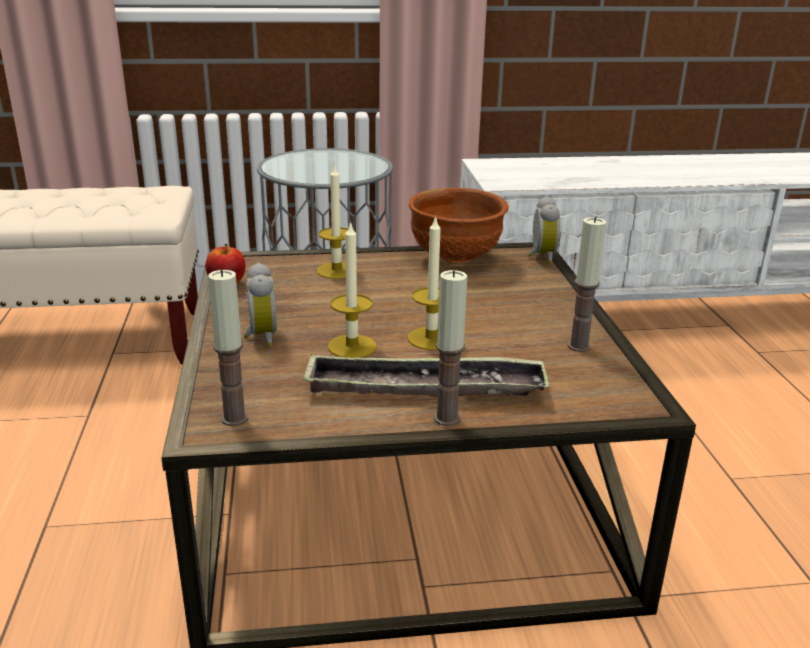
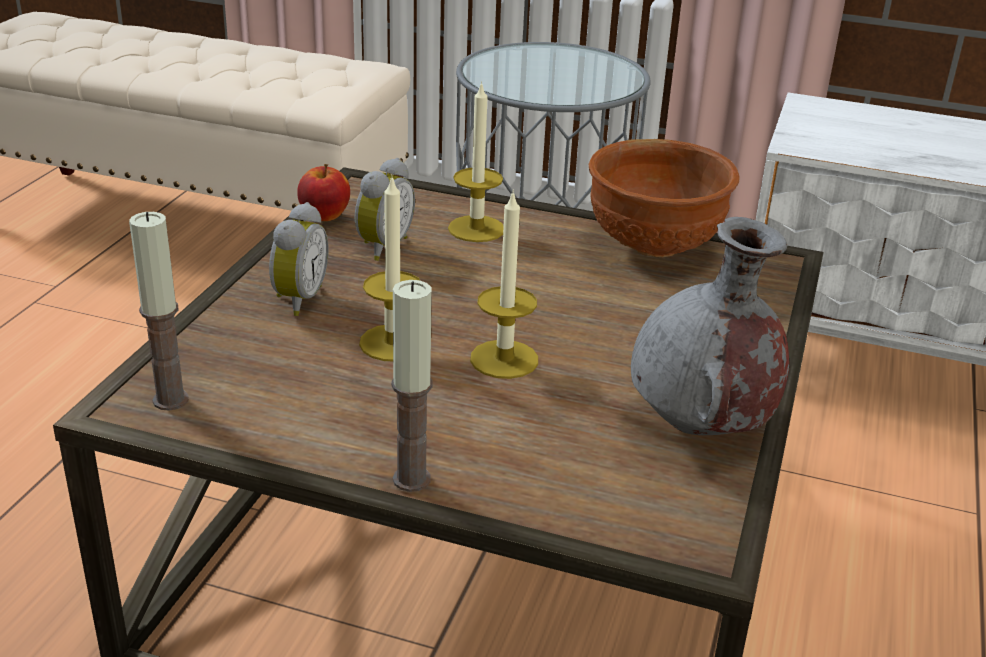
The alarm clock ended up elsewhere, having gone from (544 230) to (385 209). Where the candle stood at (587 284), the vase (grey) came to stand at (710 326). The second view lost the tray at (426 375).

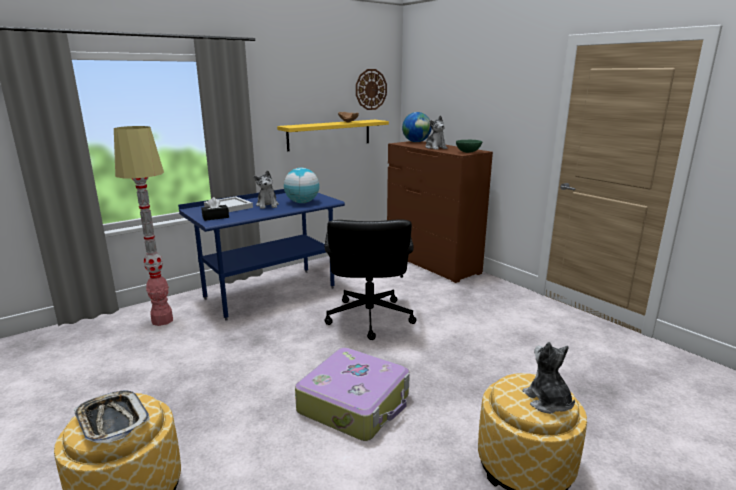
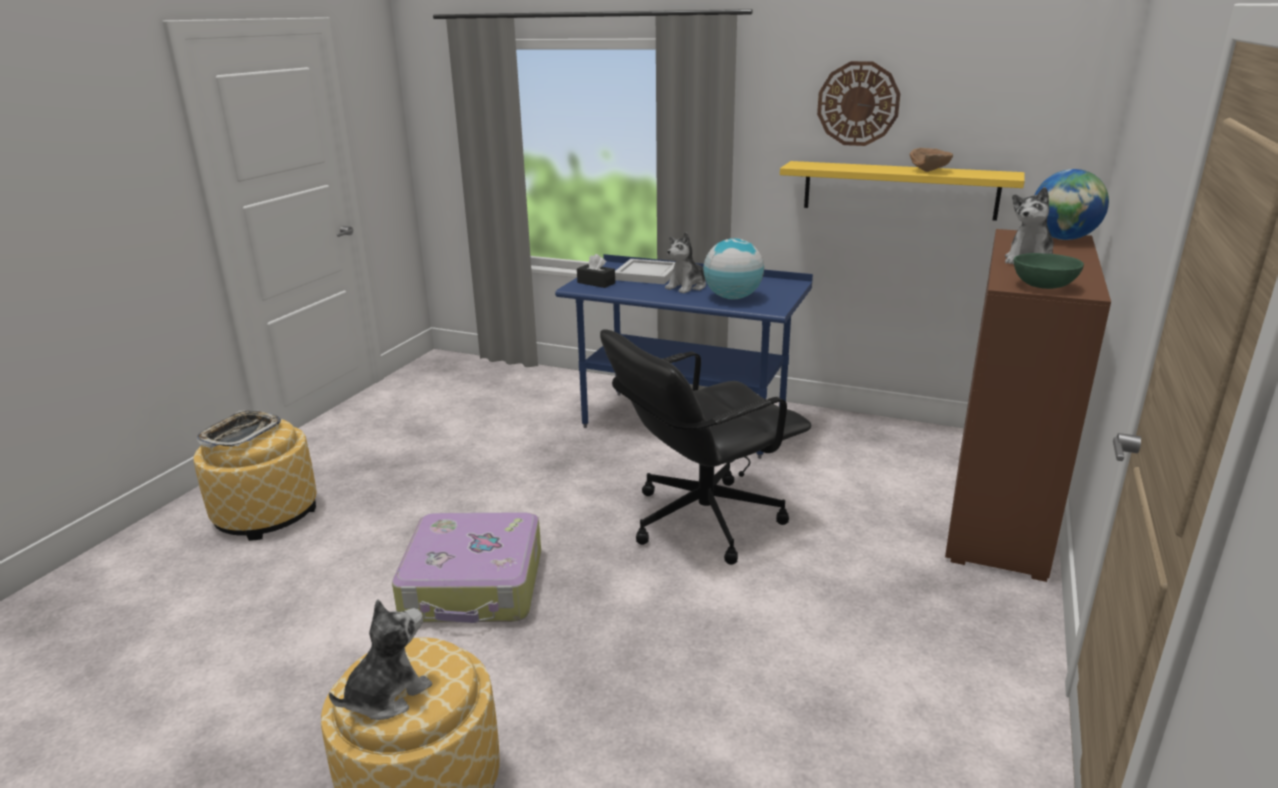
The wall clock ended up elsewhere, having gone from (371 89) to (858 103). The second view lost the floor lamp at (143 226).

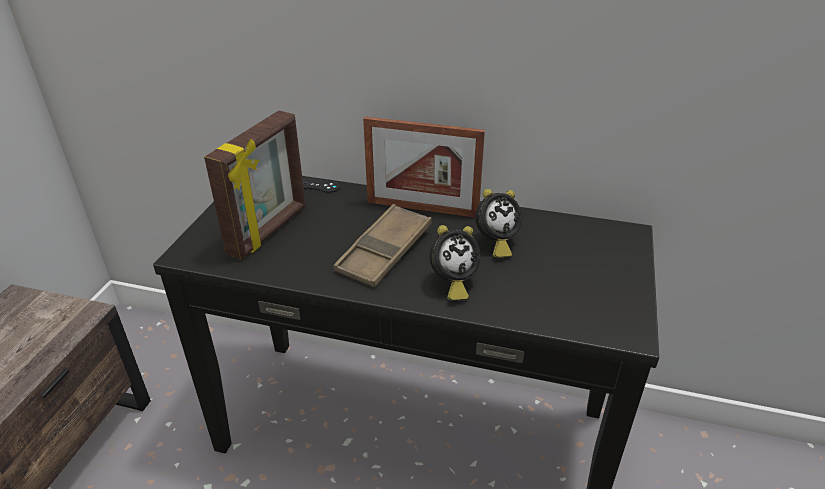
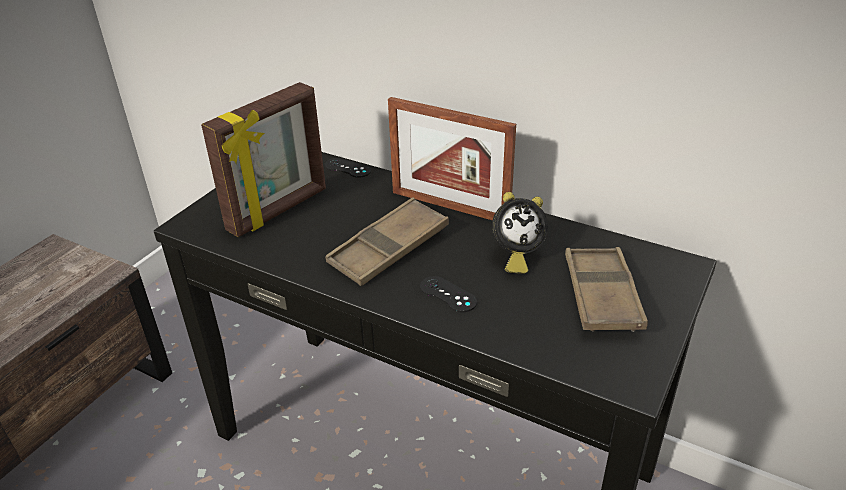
Where the alarm clock stood at (455 263), the game controller (black) came to stand at (448 294). The second view gained the tray (brown) at (606 289).

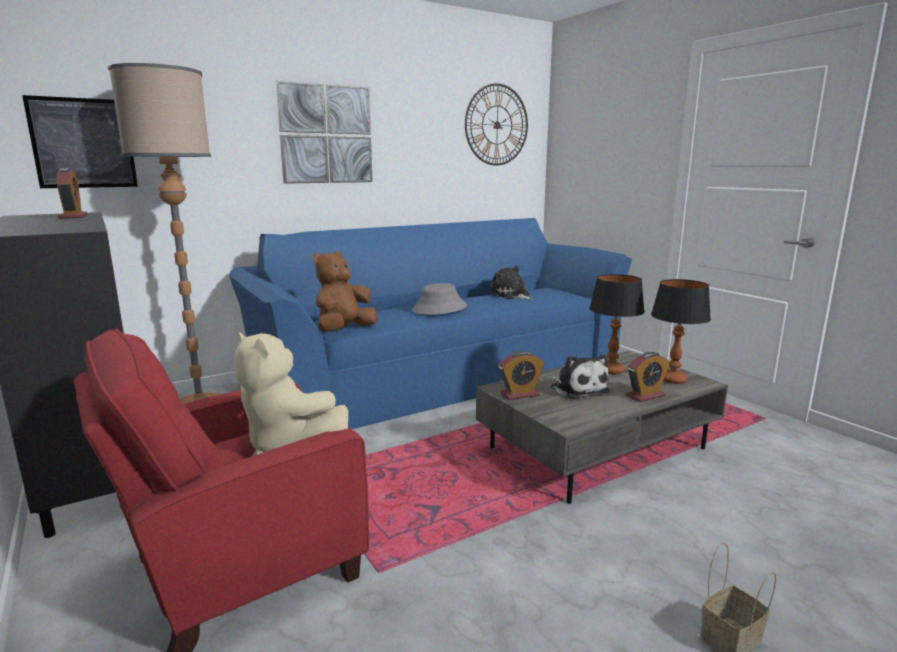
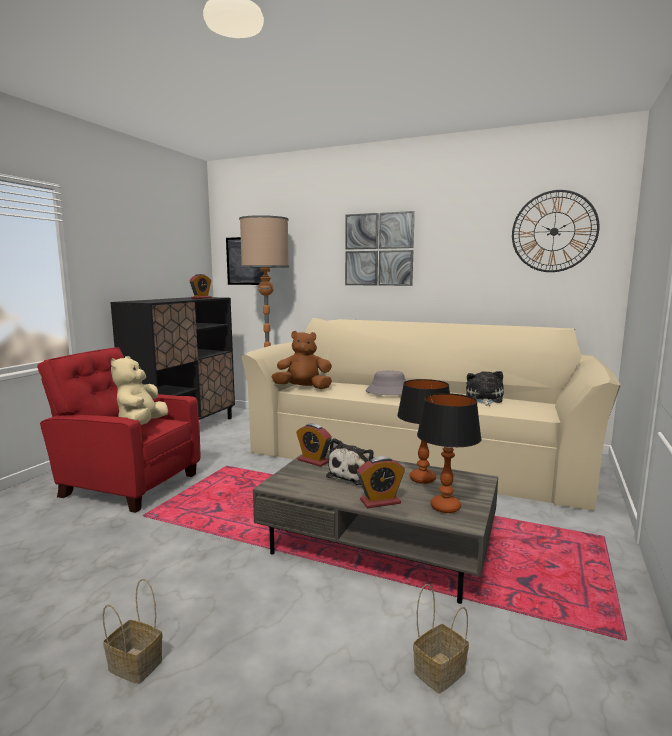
What was the sofa (blue) at (430 323) turned into the sofa (beige) at (431 414). The alarm clock at (648 377) ended up facing another way, 45 degrees counterclockwise from before. The second view gained the basket at (441 639).

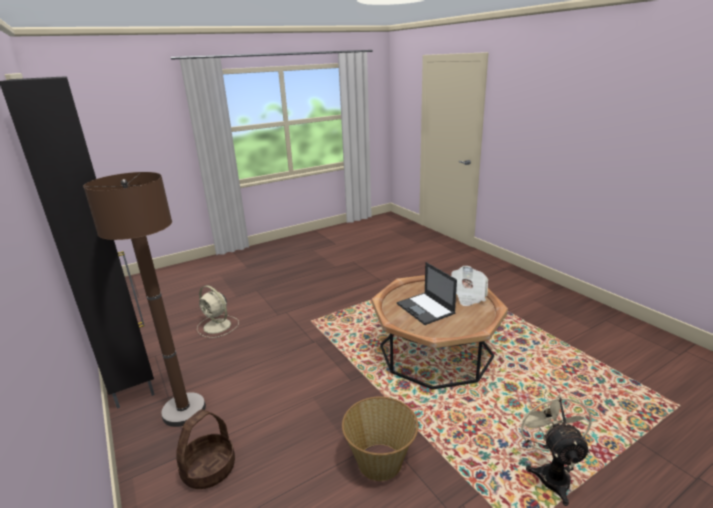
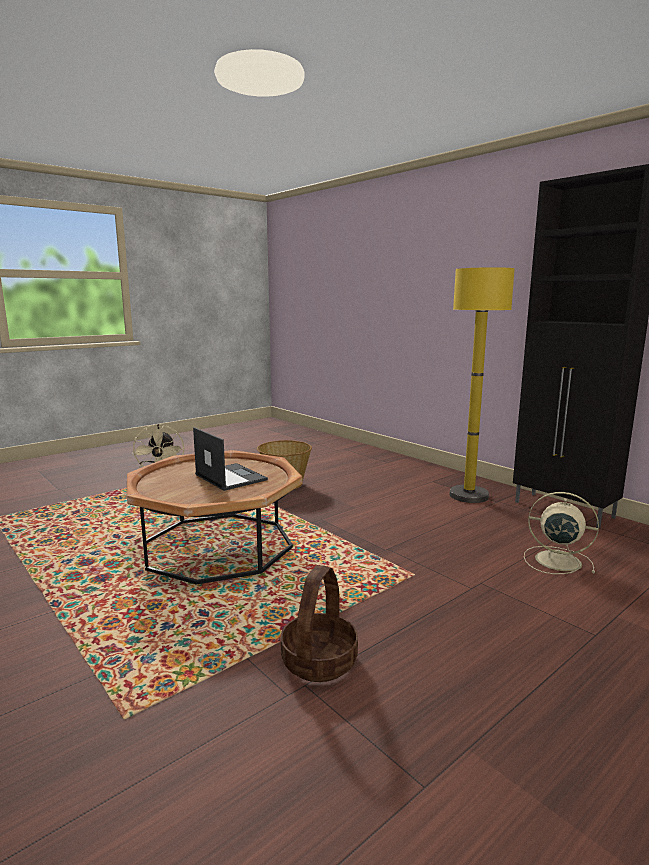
The basket ended up elsewhere, having gone from (205 449) to (319 623). What was the floor lamp (brown) at (144 299) turned into the floor lamp (yellow) at (482 385). The second view lost the newspaper at (469 286).

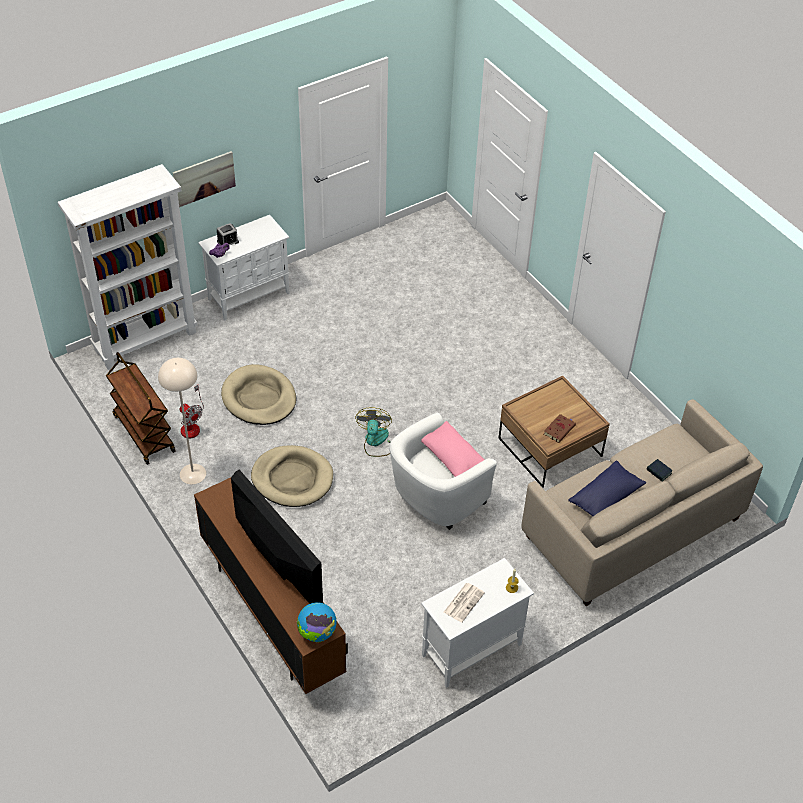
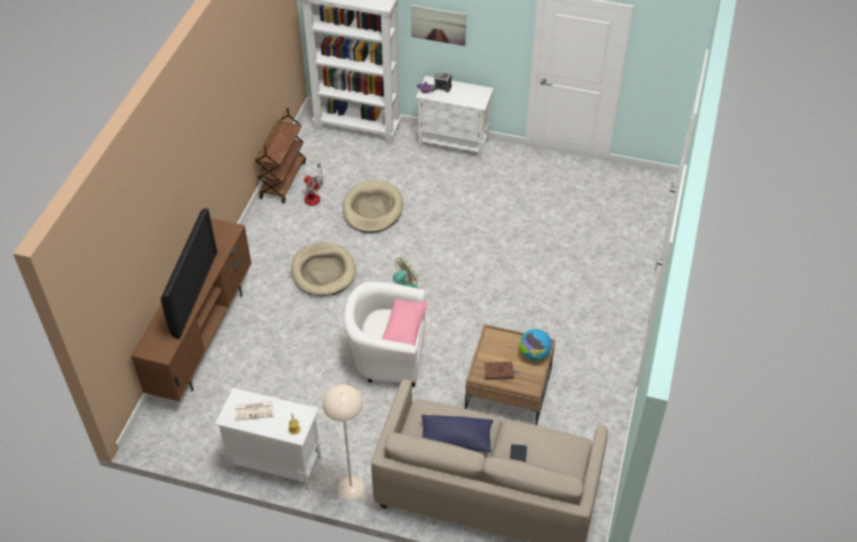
The fan at (192 412) ended up facing another way, 45 degrees counterclockwise from before. The floor lamp (beige) ended up elsewhere, having gone from (182 421) to (344 442). The globe ended up elsewhere, having gone from (317 622) to (535 345).

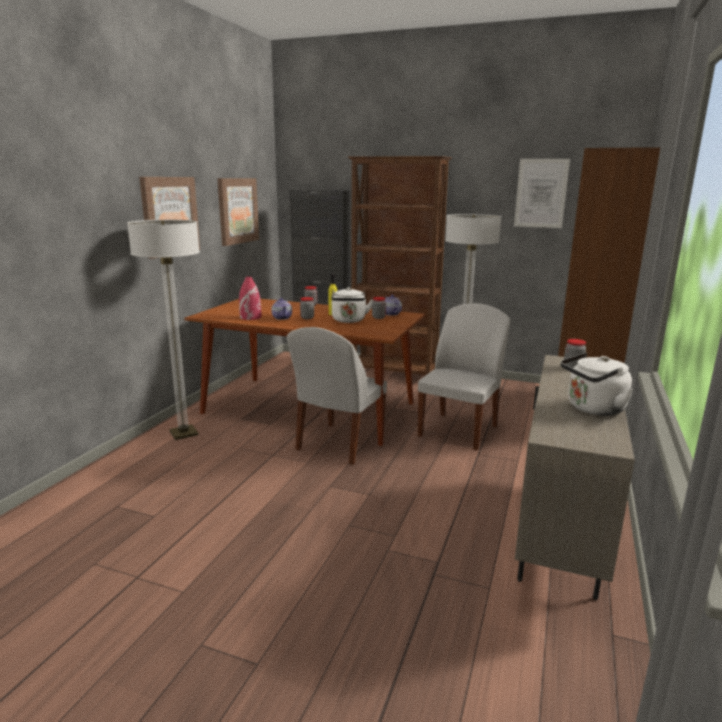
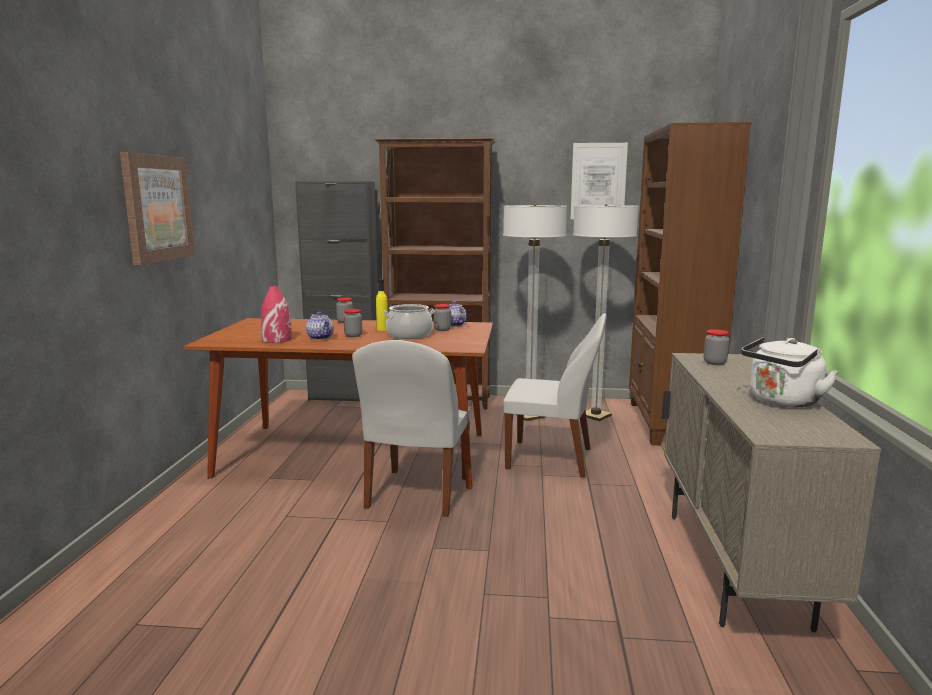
Where the kettle (white) stood at (352 305), the cooking pot came to stand at (409 321). The chair (white) at (464 376) ended up facing another way, 90 degrees clockwise from before. The floor lamp ended up elsewhere, having gone from (163 330) to (606 312). The second view lost the picture at (238 212).

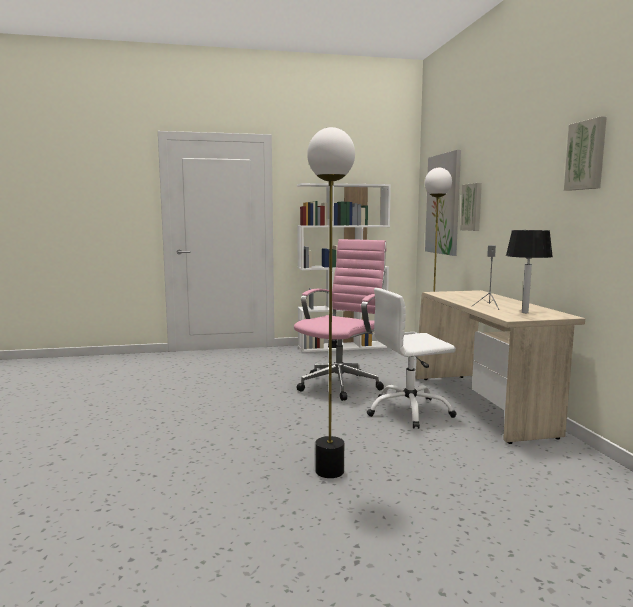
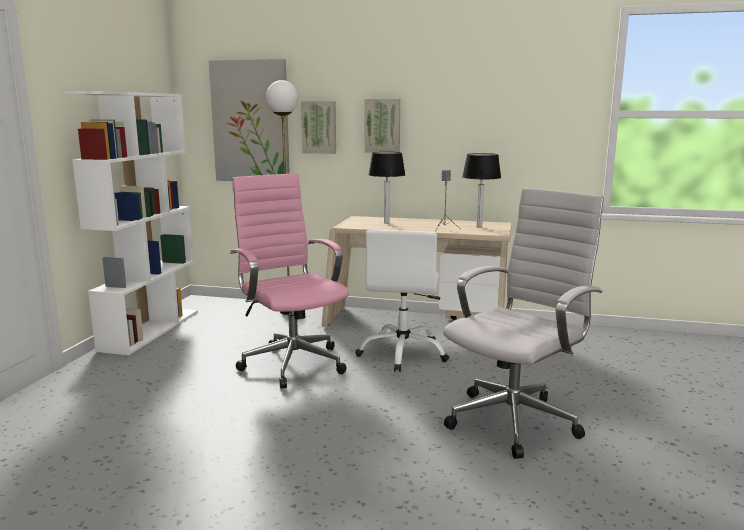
The picture ended up elsewhere, having gone from (585 153) to (382 126). The second view gained the table lamp at (386 188). Where the floor lamp stood at (331 302), the office chair (white) came to stand at (523 323).

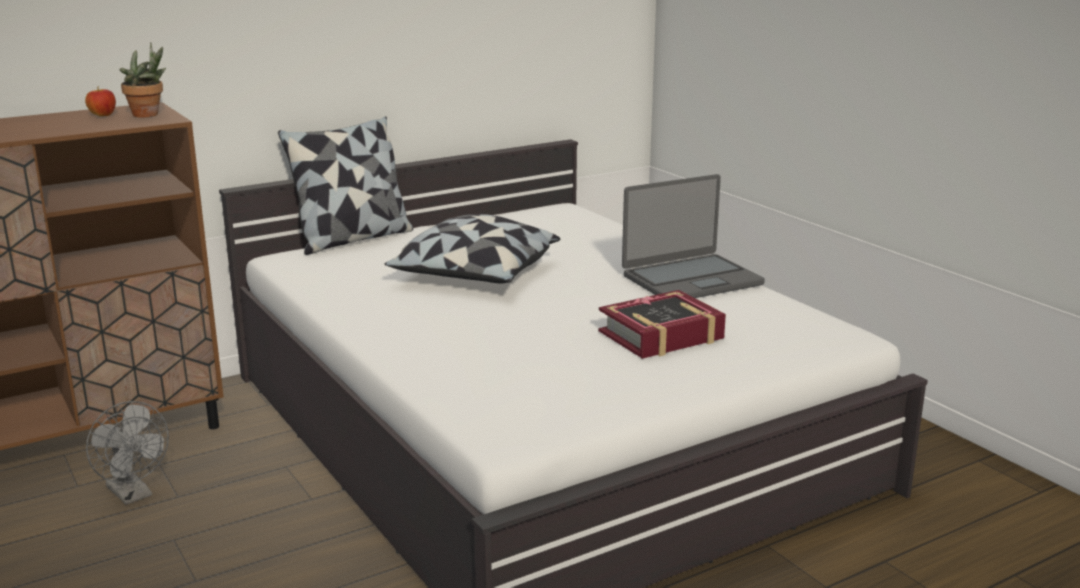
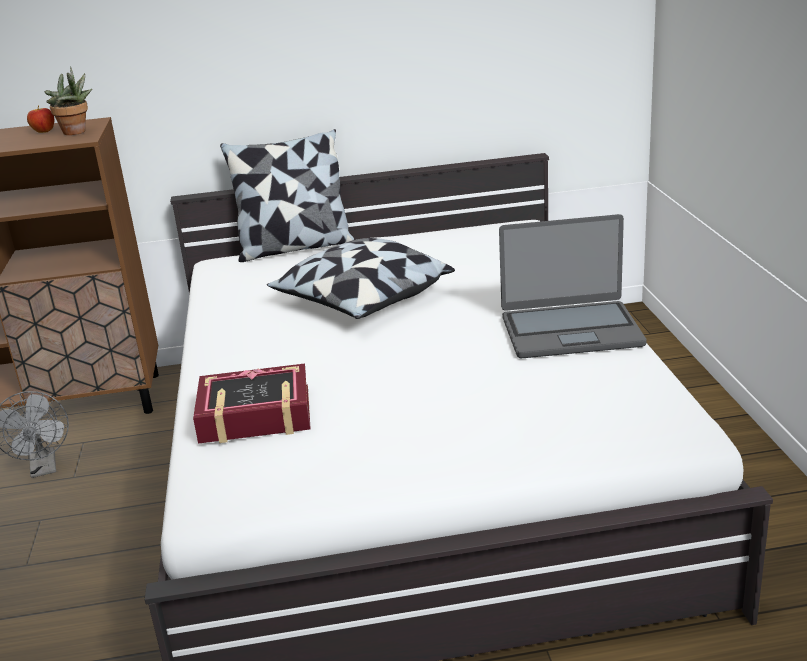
The book ended up elsewhere, having gone from (662 324) to (252 404).

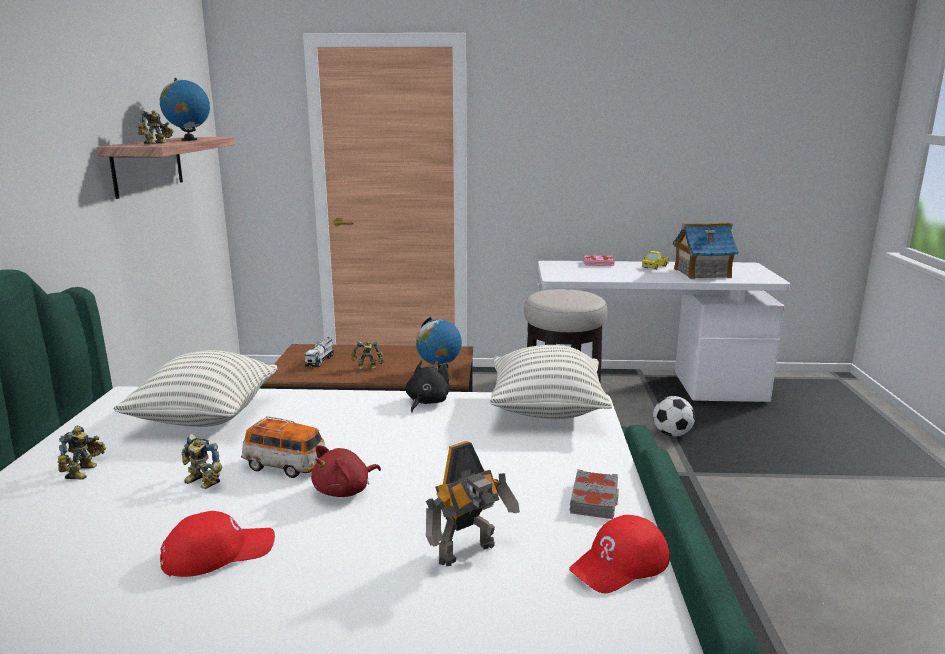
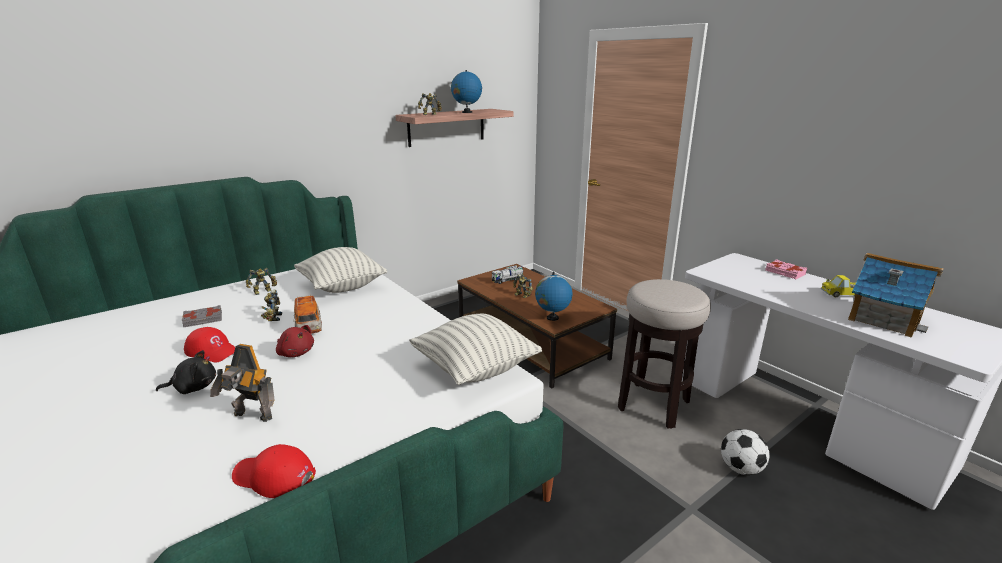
The plush toy (black) ended up elsewhere, having gone from (427 386) to (186 372). The book (grey) ended up elsewhere, having gone from (594 494) to (202 316). The plush toy (red) at (346 471) ended up facing another way, 150 degrees counterclockwise from before.

